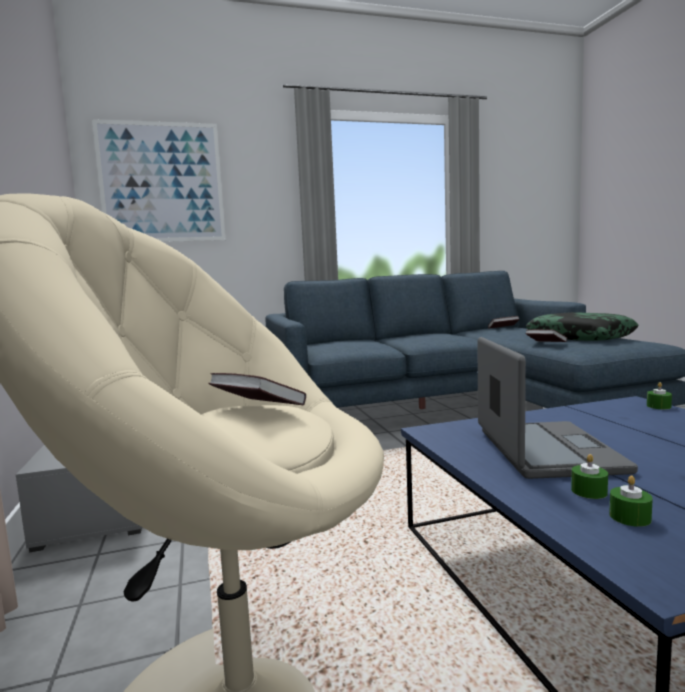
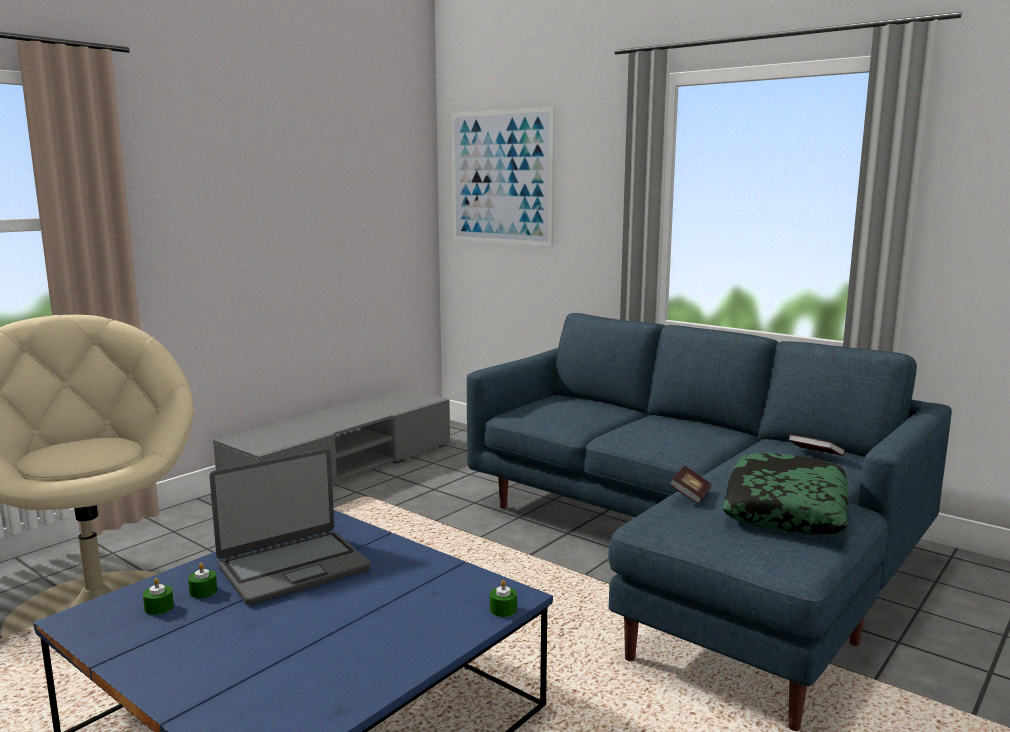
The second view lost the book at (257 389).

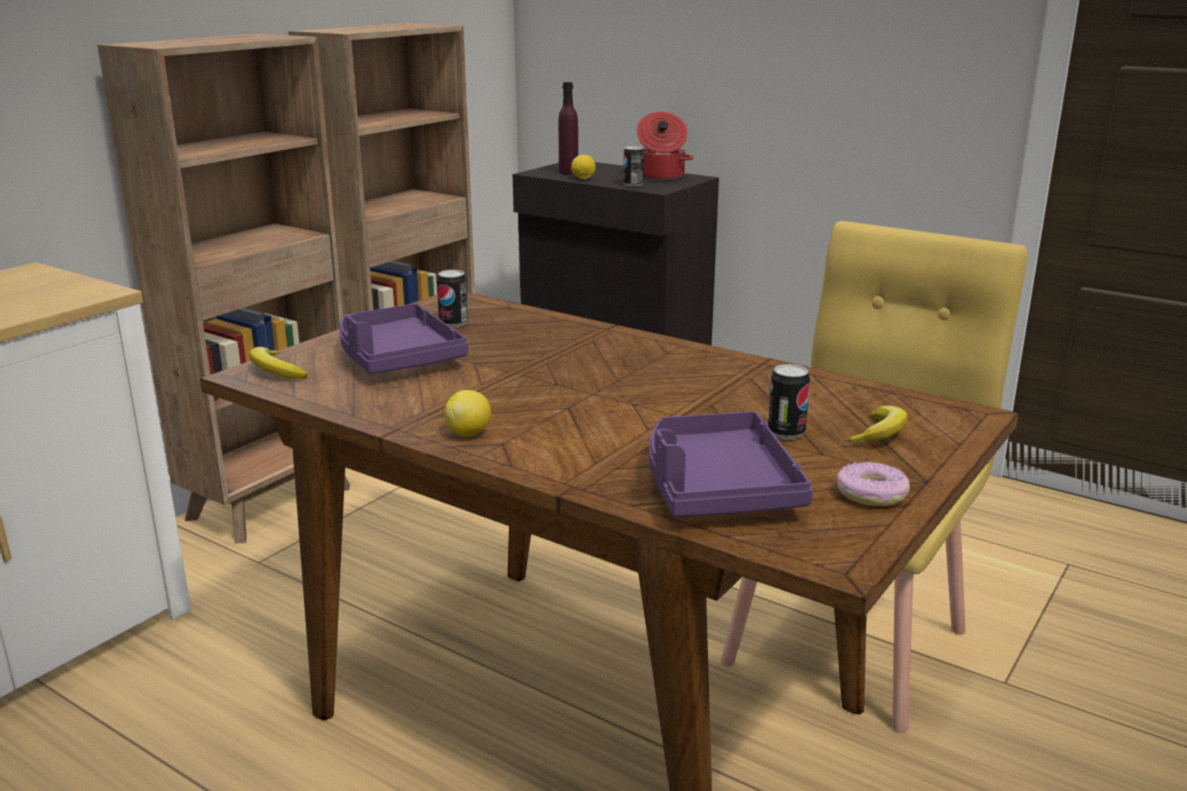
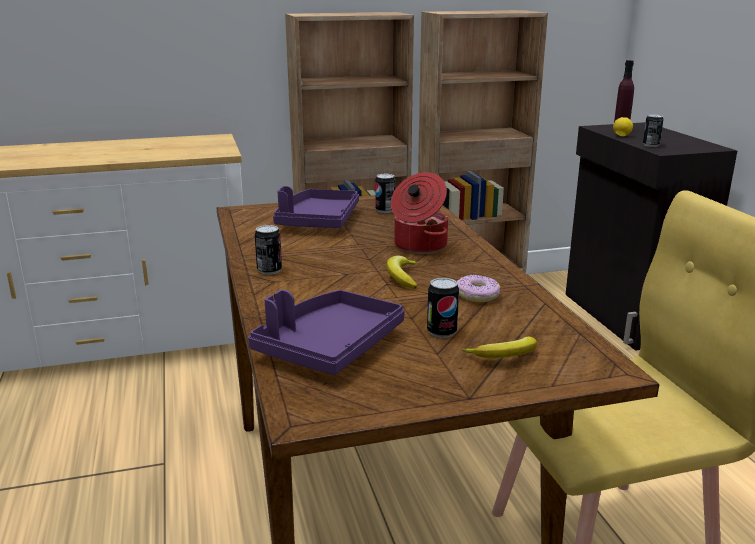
Where the lemon stood at (467 413), the can came to stand at (268 250). The banana ended up elsewhere, having gone from (278 363) to (402 272). The cooking pot ended up elsewhere, having gone from (665 146) to (419 213). The donut ended up elsewhere, having gone from (873 484) to (478 288).

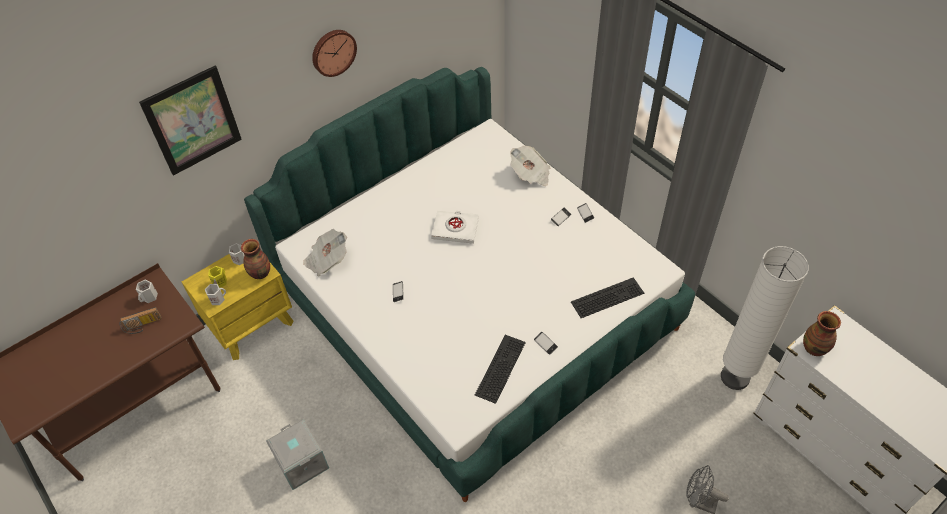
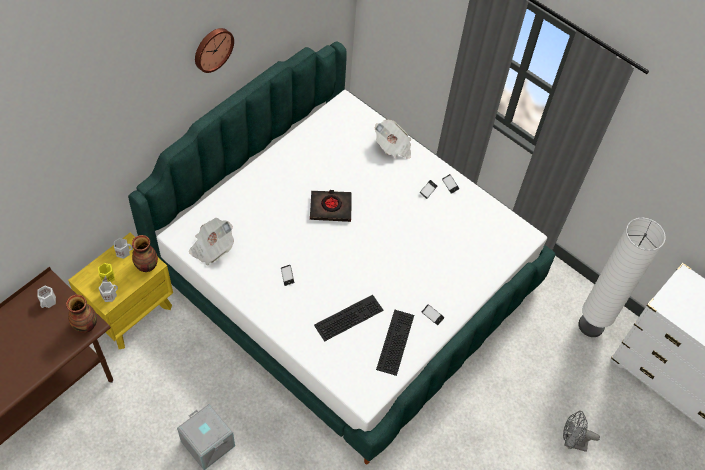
The vase ended up elsewhere, having gone from (822 333) to (81 313). What was the book (white) at (455 227) turned into the book (black) at (331 206). The keyboard ended up elsewhere, having gone from (607 297) to (349 318). The second view lost the radio at (140 320). The second view lost the picture at (190 121).

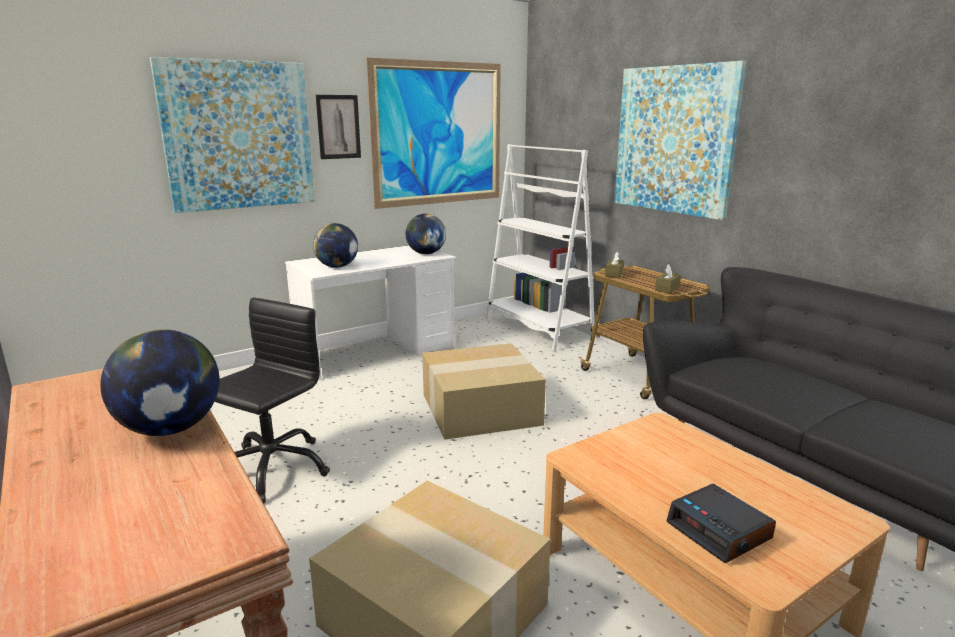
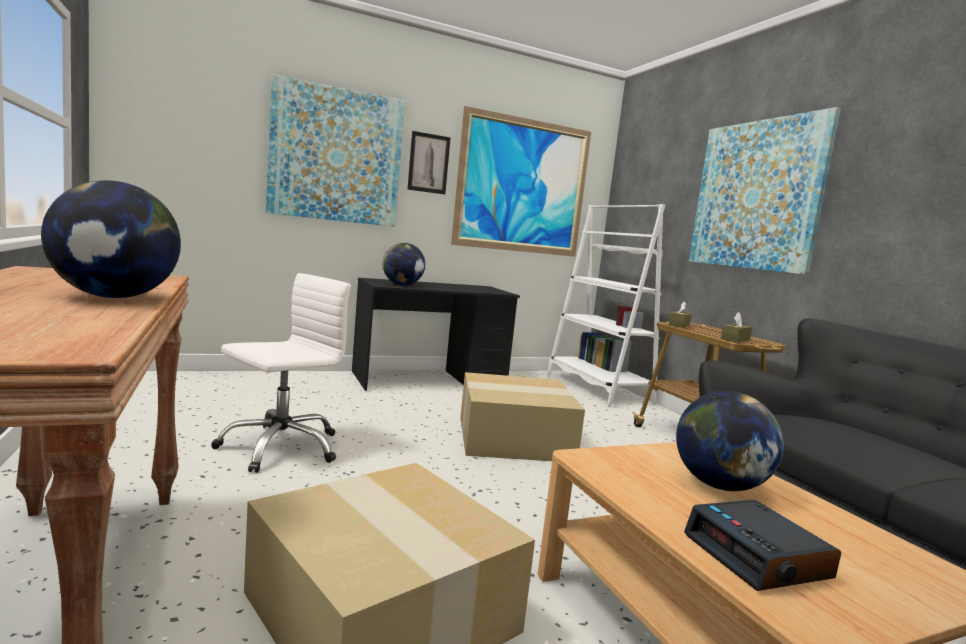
What was the office chair (black) at (272 400) turned into the office chair (white) at (281 373). What was the desk (white) at (370 312) turned into the desk (black) at (436 334). The globe ended up elsewhere, having gone from (426 234) to (730 441).

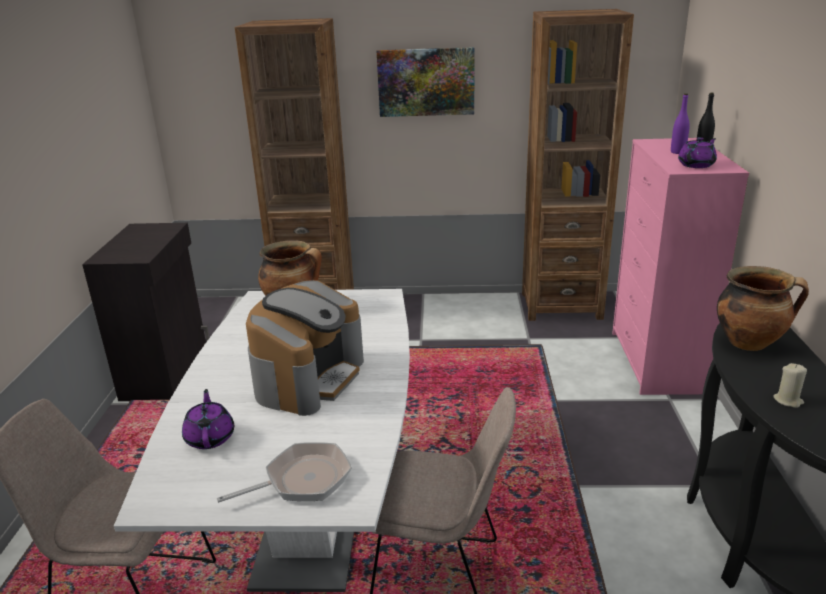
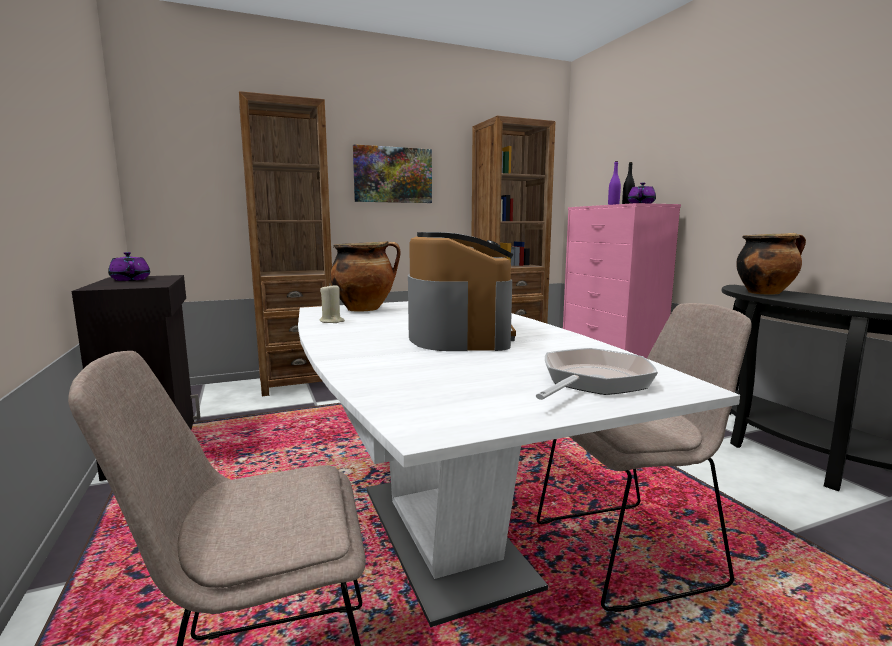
The teapot (purple) ended up elsewhere, having gone from (208 419) to (129 266). The candle (beige) ended up elsewhere, having gone from (790 385) to (332 304).

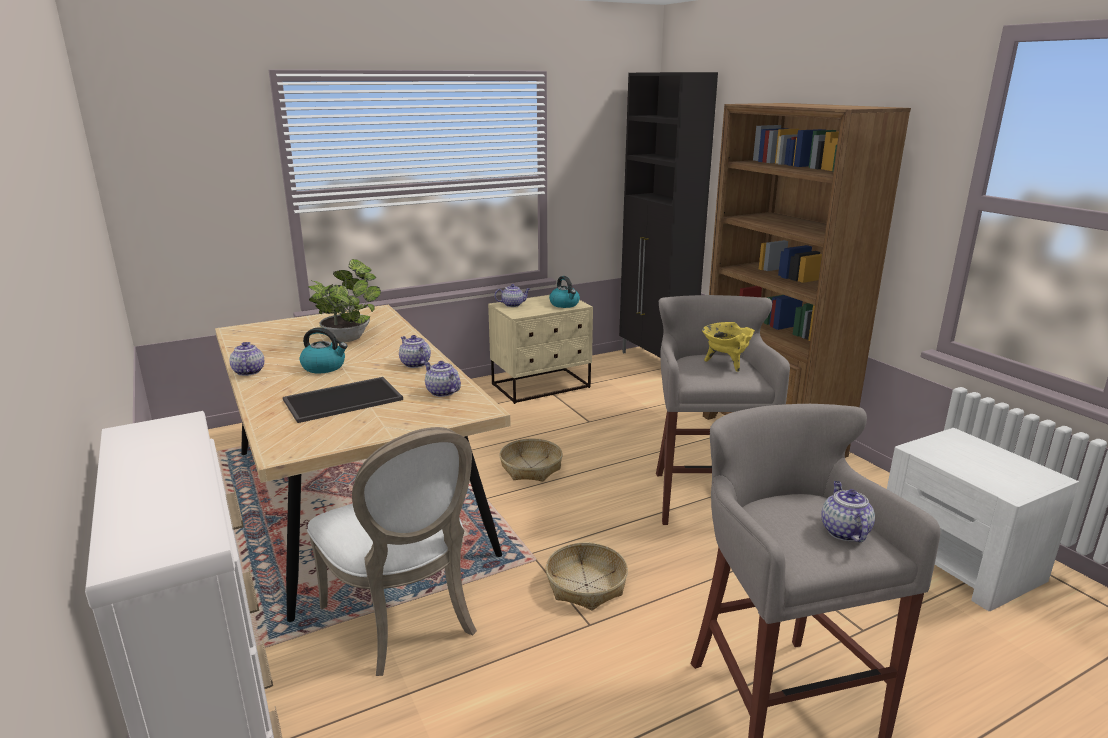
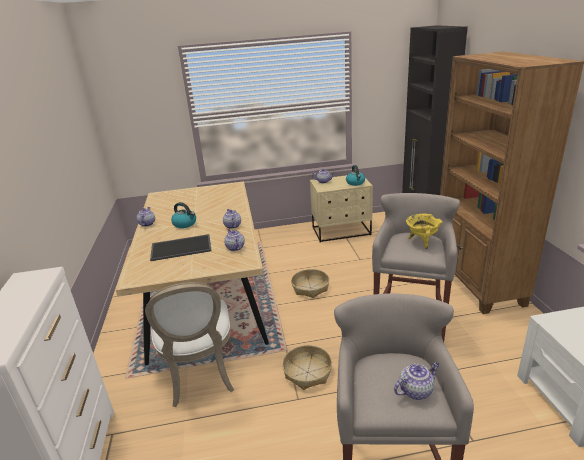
The teapot at (848 511) ended up facing another way, 45 degrees clockwise from before. The second view lost the potted plant at (344 300).

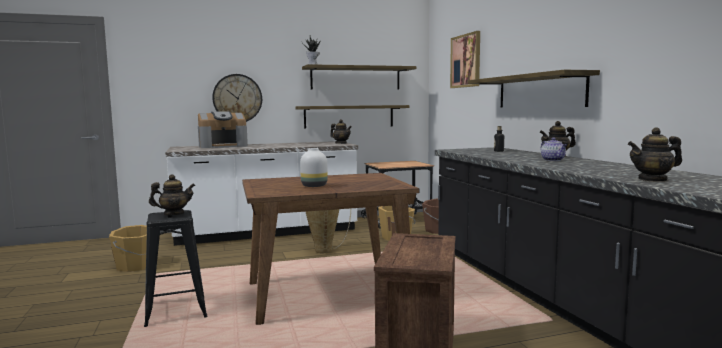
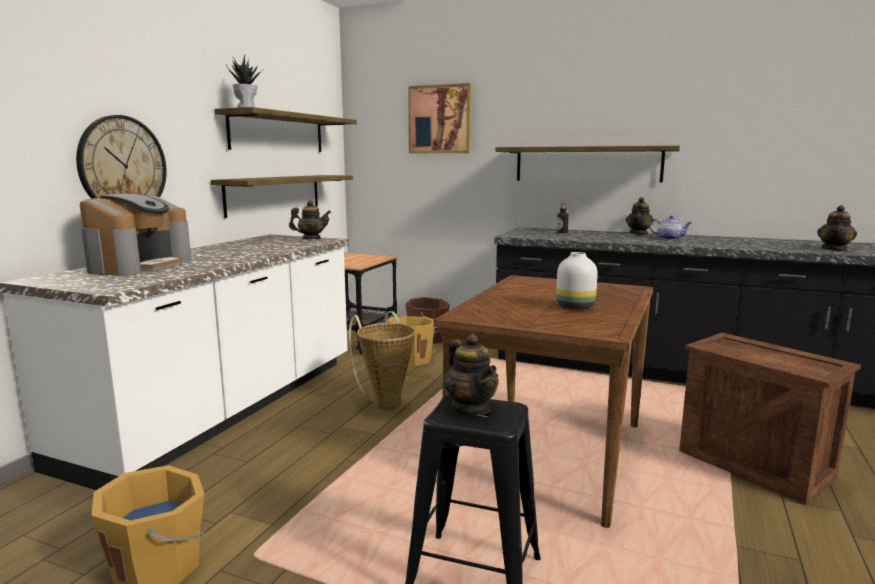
The teapot at (172 194) ended up facing another way, 135 degrees clockwise from before.

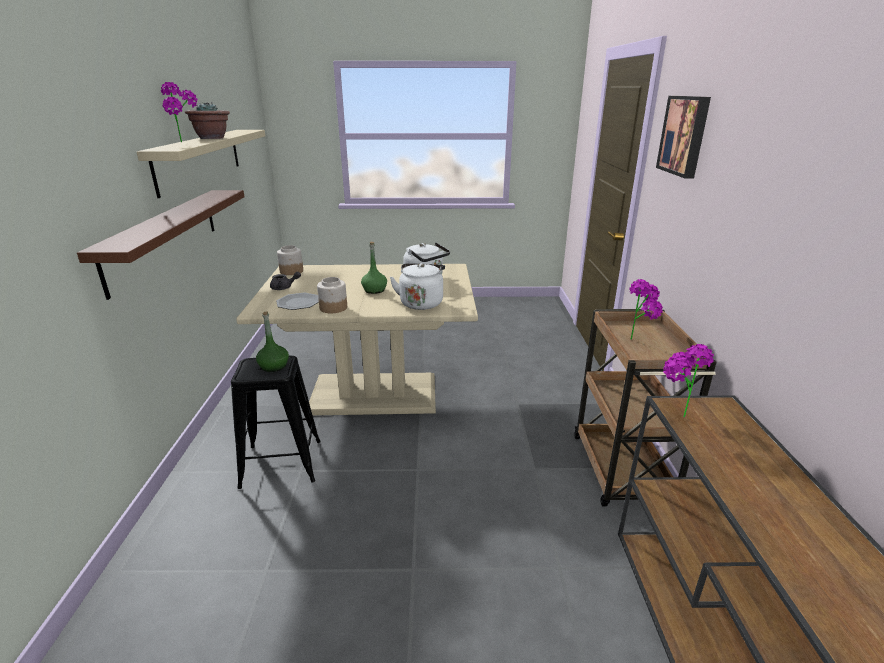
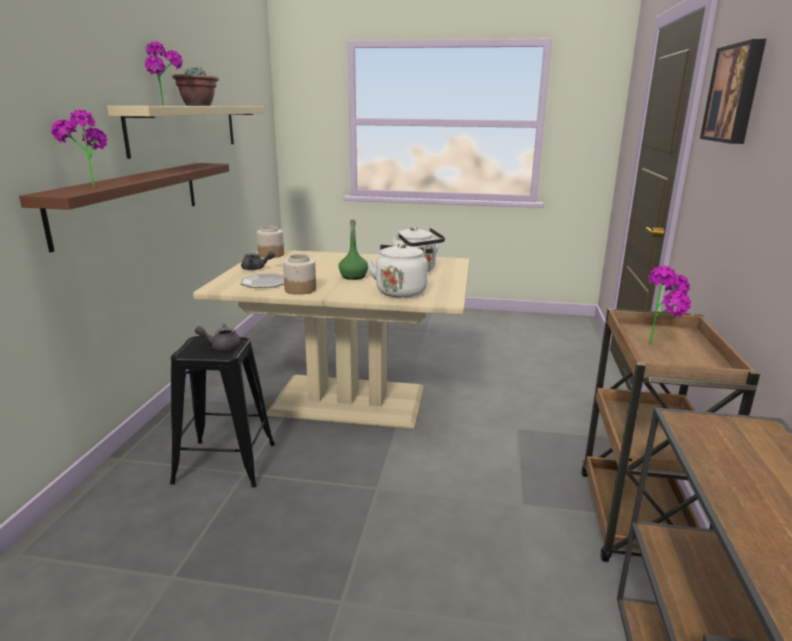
The potted plant ended up elsewhere, having gone from (688 380) to (79 148). Where the bottle (green) stood at (272 341), the teapot (grey) came to stand at (218 337).

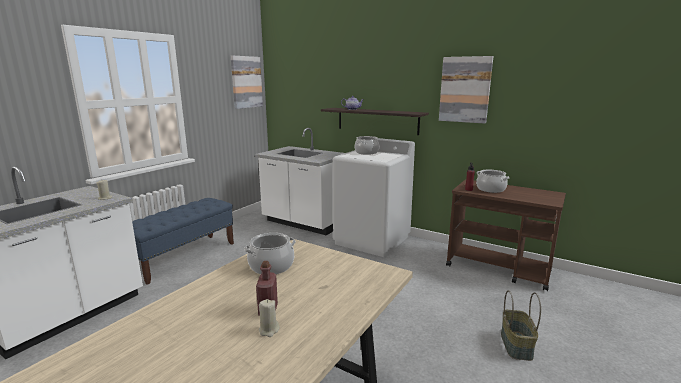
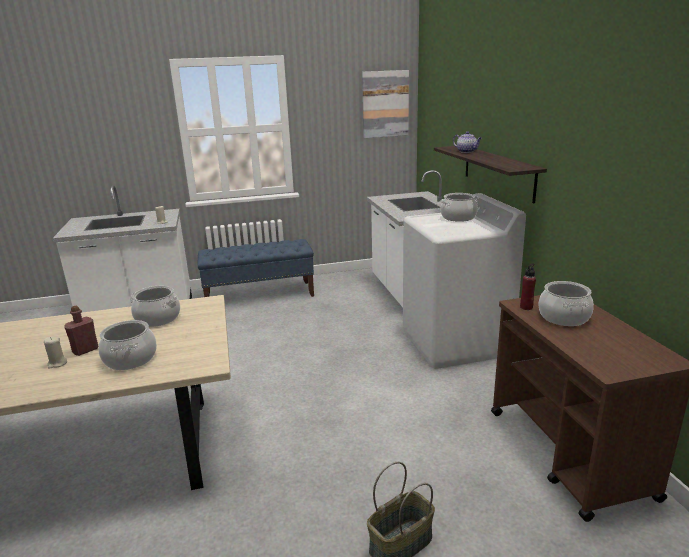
The second view gained the cooking pot at (127 345). The second view lost the picture at (466 90).

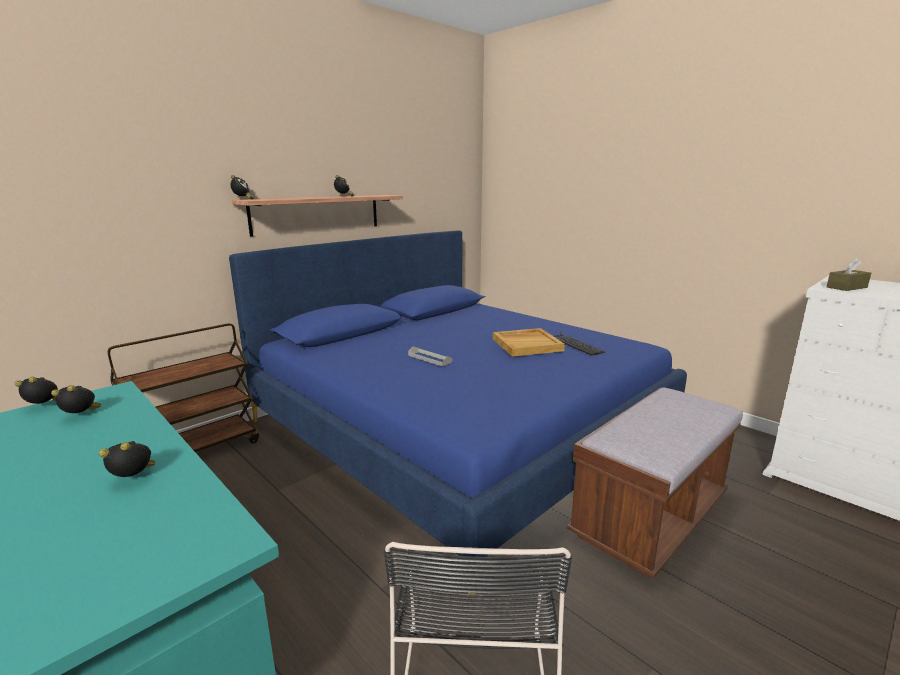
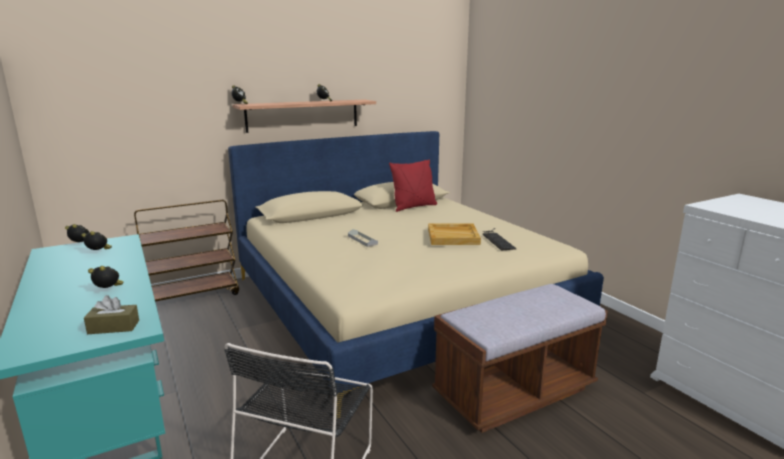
The tissue box (brown) ended up elsewhere, having gone from (849 274) to (111 314). What was the bed (blue) at (458 414) turned into the bed (beige) at (416 274). The second view gained the pillow (red) at (413 185).

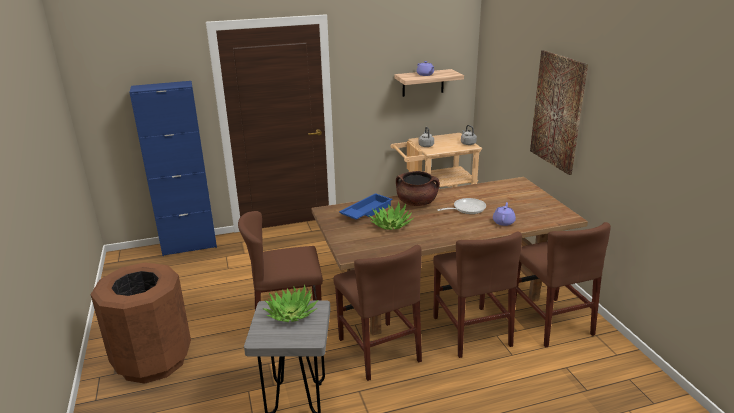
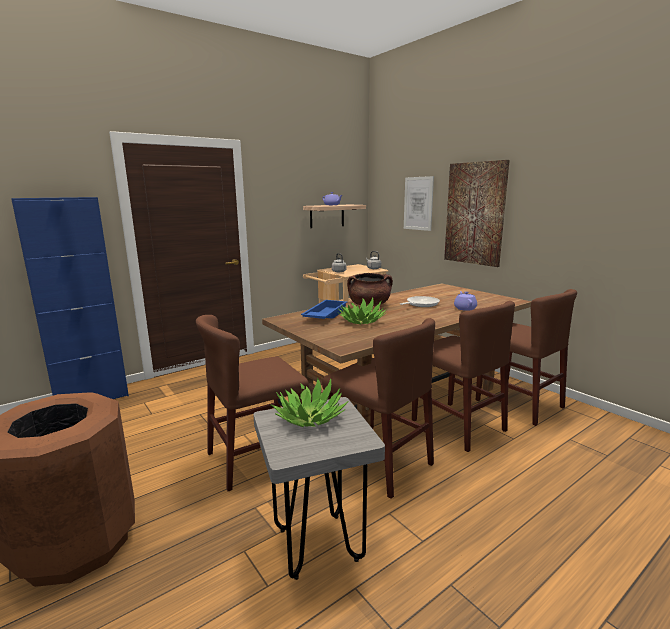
The second view gained the picture at (419 203).

